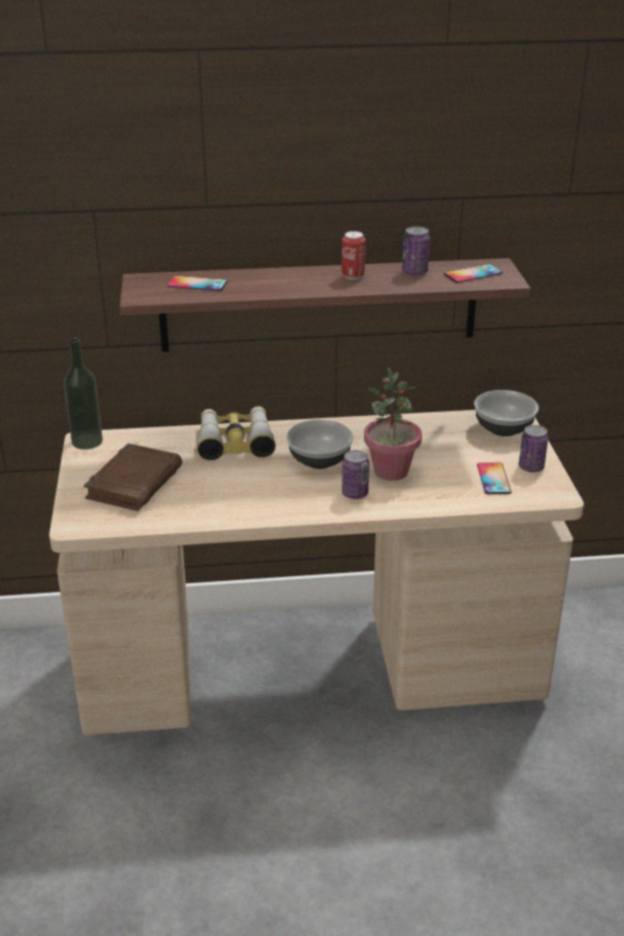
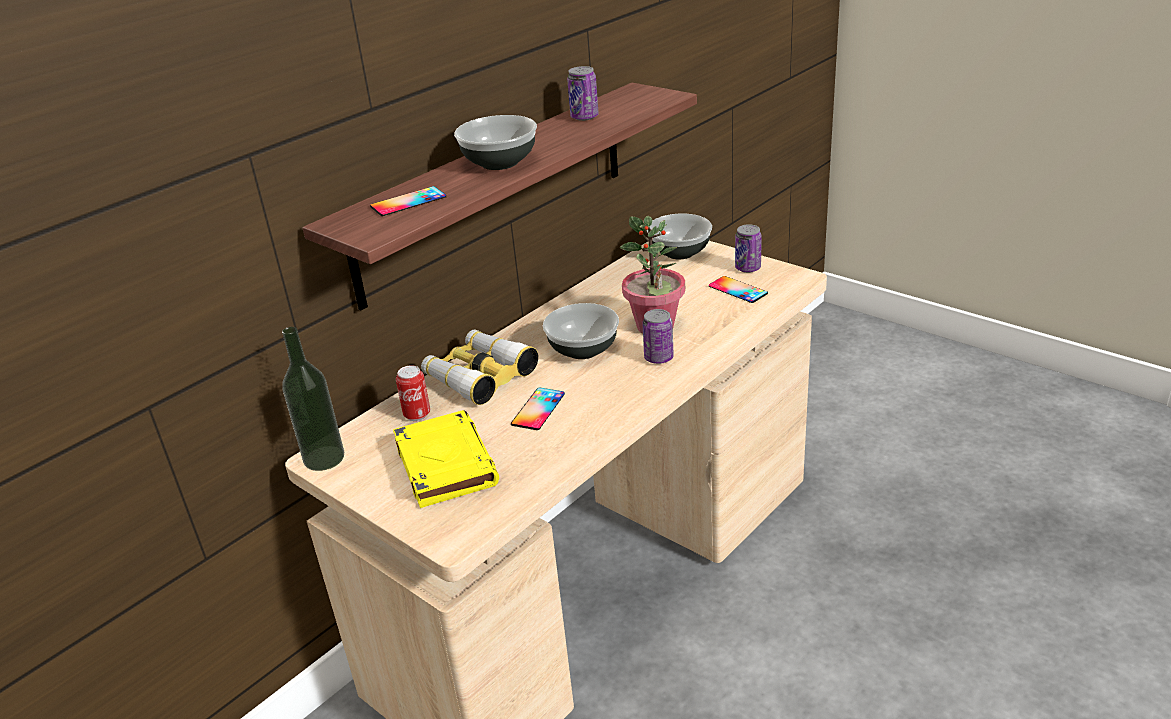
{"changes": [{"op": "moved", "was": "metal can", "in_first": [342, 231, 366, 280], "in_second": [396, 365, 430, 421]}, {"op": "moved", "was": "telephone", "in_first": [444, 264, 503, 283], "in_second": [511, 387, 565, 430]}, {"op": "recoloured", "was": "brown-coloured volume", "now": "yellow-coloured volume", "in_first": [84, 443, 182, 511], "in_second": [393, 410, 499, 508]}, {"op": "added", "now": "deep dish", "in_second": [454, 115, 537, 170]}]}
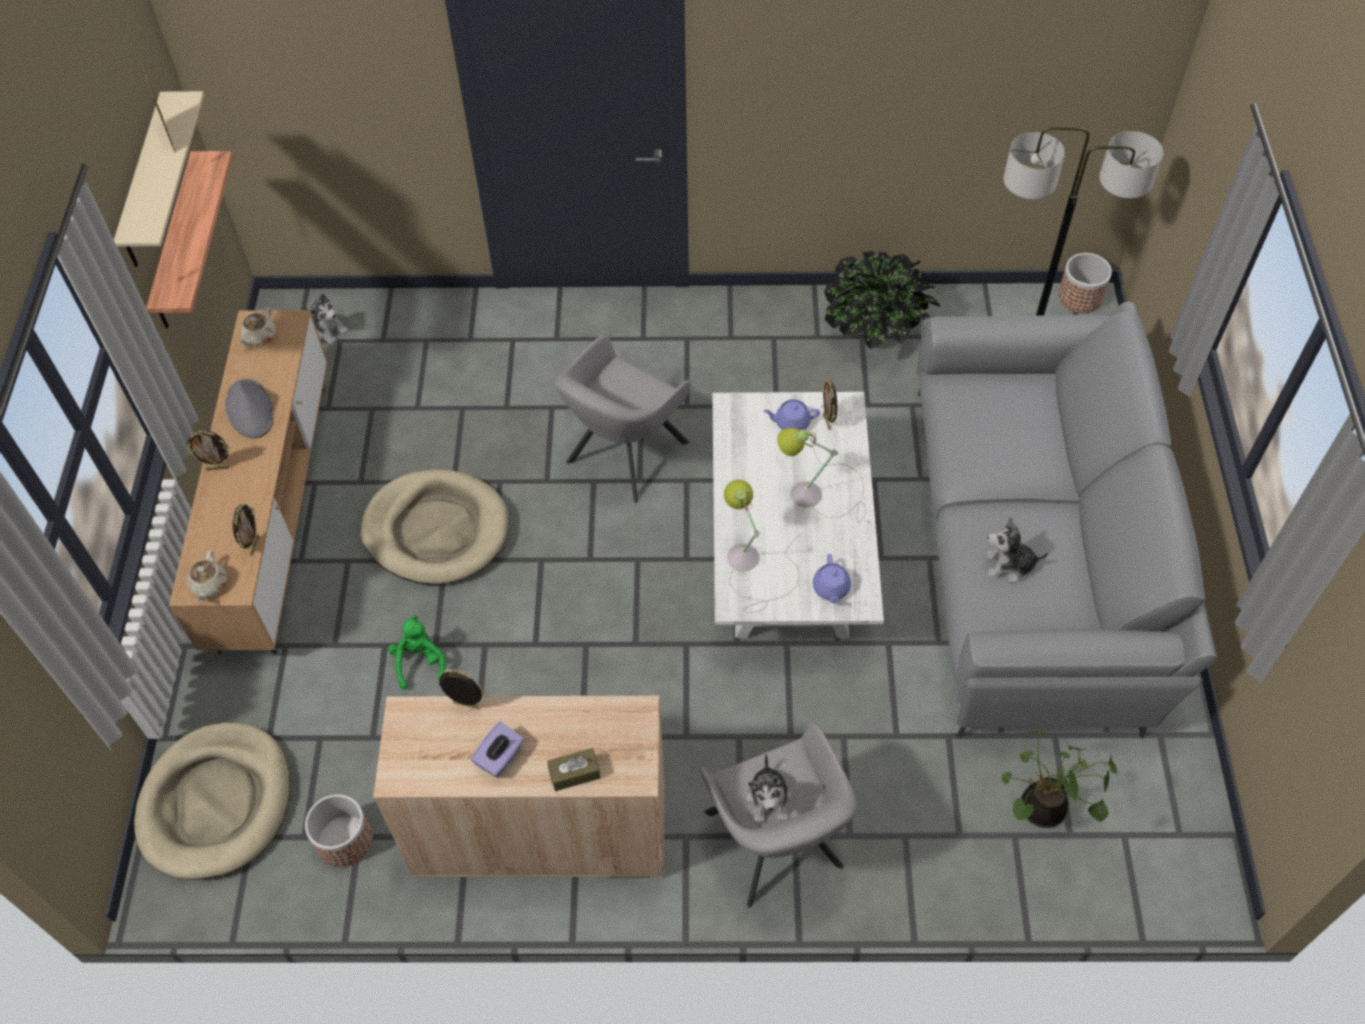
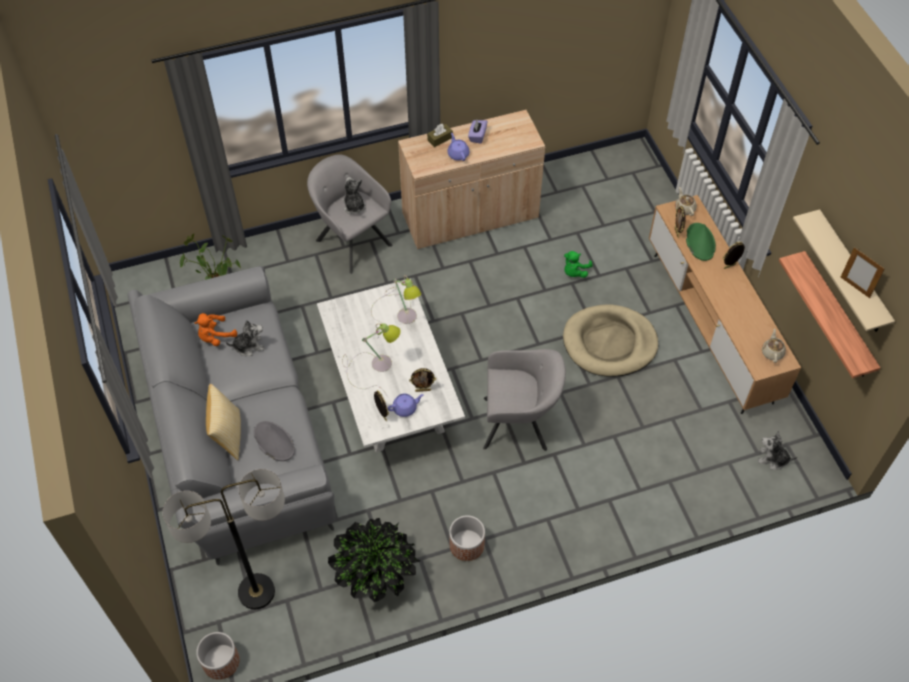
{"changes": [{"op": "turned", "was": "grey easy chair", "in_first": [554, 335, 691, 503], "in_second": [483, 349, 566, 451], "clockwise": 75}, {"op": "moved", "was": "grey hat", "in_first": [225, 378, 273, 438], "in_second": [254, 421, 295, 461]}, {"op": "moved", "was": "purple teapot", "in_first": [813, 554, 851, 604], "in_second": [447, 133, 469, 161]}, {"op": "turned", "was": "green plush toy", "in_first": [388, 615, 446, 690], "in_second": [564, 251, 593, 278], "clockwise": 60}, {"op": "moved", "was": "photo frame", "in_first": [437, 669, 485, 709], "in_second": [409, 368, 436, 392]}, {"op": "removed", "was": "beige pet bed", "in_first": [134, 722, 290, 880]}, {"op": "moved", "was": "flower pot", "in_first": [305, 794, 373, 867], "in_second": [449, 515, 485, 561]}, {"op": "added", "now": "green hat", "in_second": [686, 223, 716, 261]}, {"op": "added", "now": "orange plush toy", "in_second": [195, 313, 237, 346]}, {"op": "added", "now": "pillow", "in_second": [206, 384, 241, 460]}]}
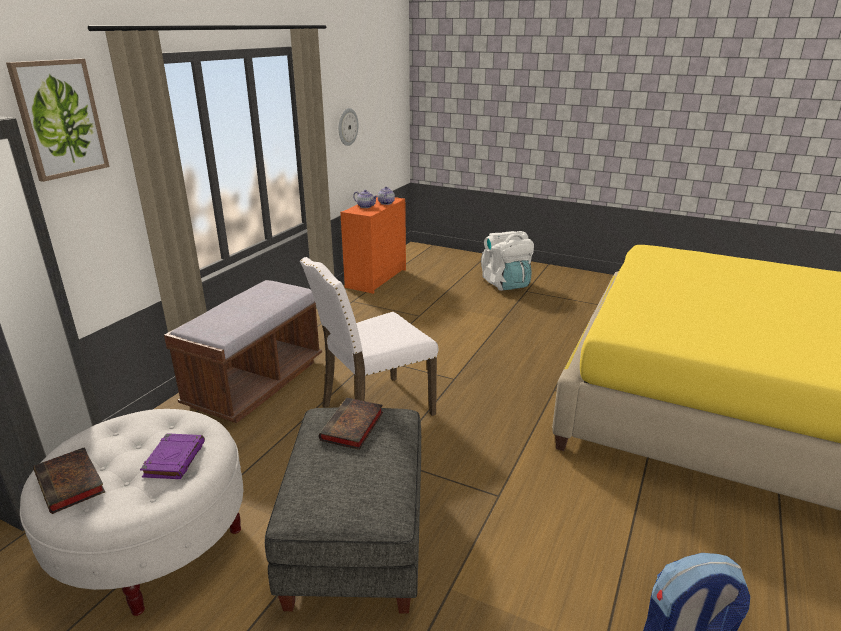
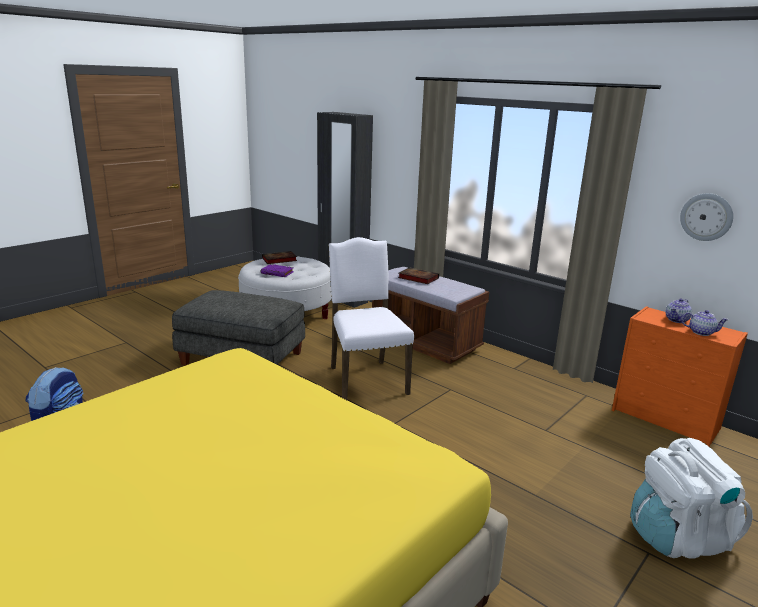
{"changes": [{"op": "removed", "was": "picture", "in_first": [6, 59, 109, 182]}, {"op": "moved", "was": "volume", "in_first": [319, 398, 383, 450], "in_second": [398, 267, 439, 284]}]}
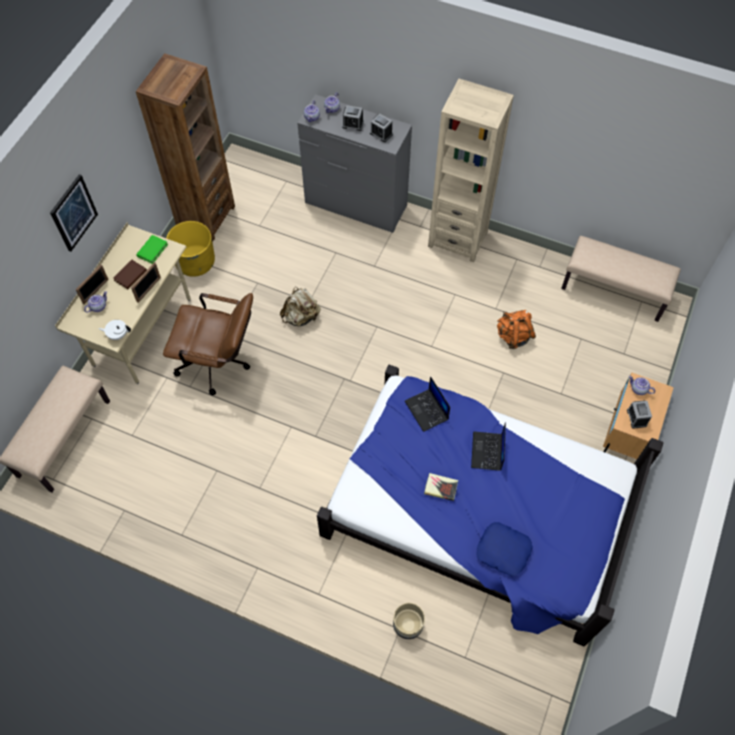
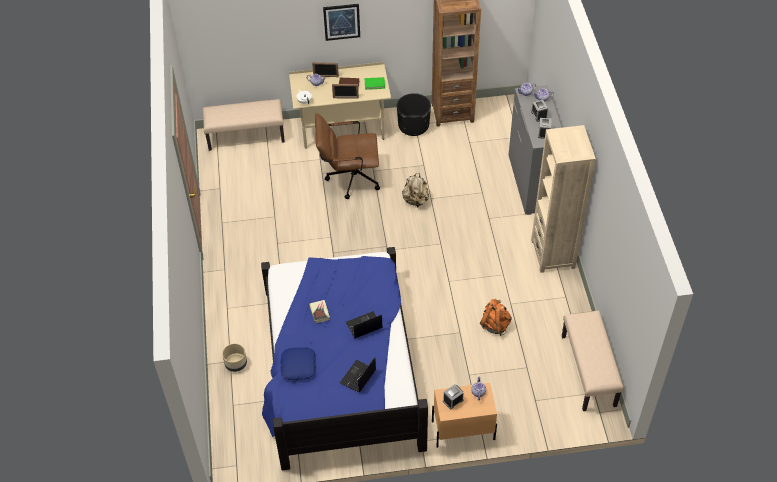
{"changes": [{"op": "recoloured", "was": "yellow-coloured flower pot", "now": "black-coloured flower pot", "in_first": [166, 221, 215, 277], "in_second": [397, 93, 431, 136]}, {"op": "turned", "was": "brown-coloured desk chair", "in_first": [163, 293, 253, 395], "in_second": [315, 113, 380, 199], "clockwise": 105}, {"op": "moved", "was": "laptop", "in_first": [405, 376, 450, 432], "in_second": [340, 357, 376, 393]}]}
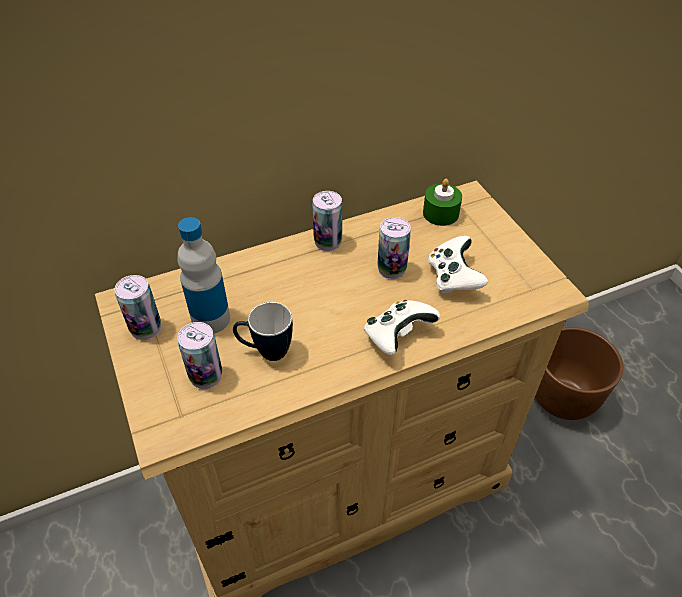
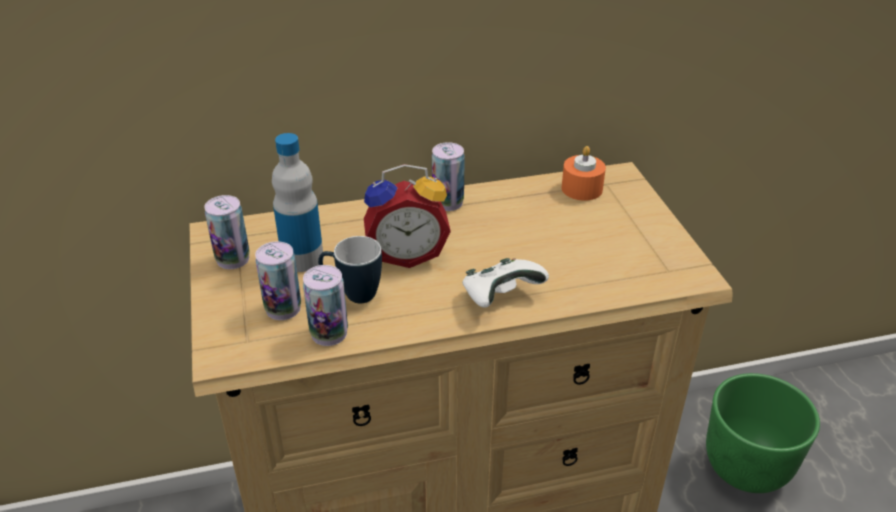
{"changes": [{"op": "recoloured", "was": "green wax light", "now": "orange wax light", "in_first": [423, 179, 462, 226], "in_second": [562, 146, 606, 201]}, {"op": "moved", "was": "metal can", "in_first": [377, 217, 411, 279], "in_second": [303, 265, 348, 346]}, {"op": "removed", "was": "white game controller", "in_first": [428, 236, 488, 294]}, {"op": "recoloured", "was": "brown-coloured flower pot", "now": "green flower pot", "in_first": [535, 327, 623, 420], "in_second": [706, 373, 820, 493]}, {"op": "added", "now": "bedside clock", "in_second": [364, 164, 451, 268]}]}
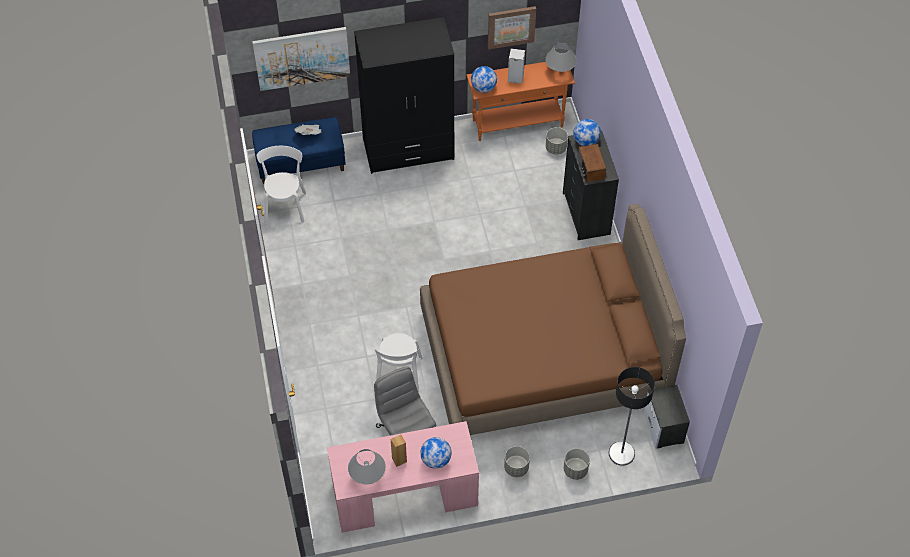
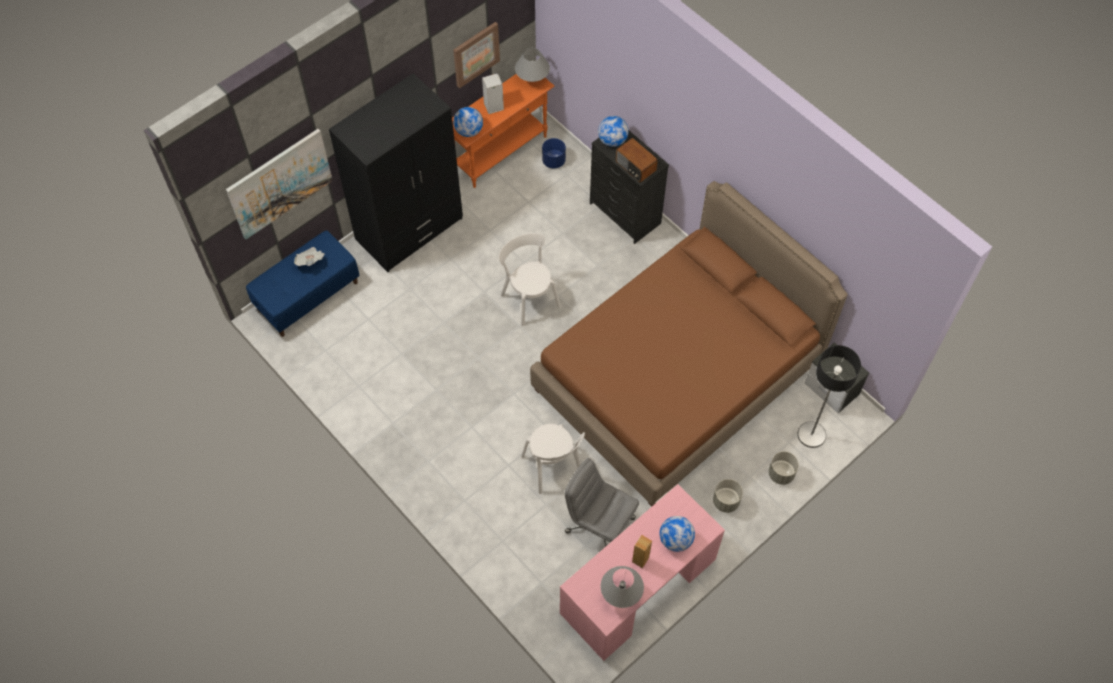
{"changes": [{"op": "recoloured", "was": "grey flower pot", "now": "blue-coloured flower pot", "in_first": [546, 127, 568, 155], "in_second": [542, 138, 566, 169]}, {"op": "moved", "was": "white plain chair", "in_first": [257, 146, 306, 223], "in_second": [499, 233, 560, 326]}]}
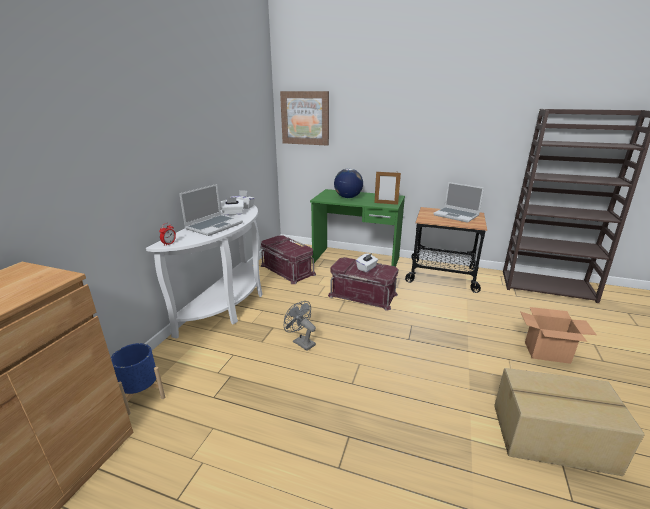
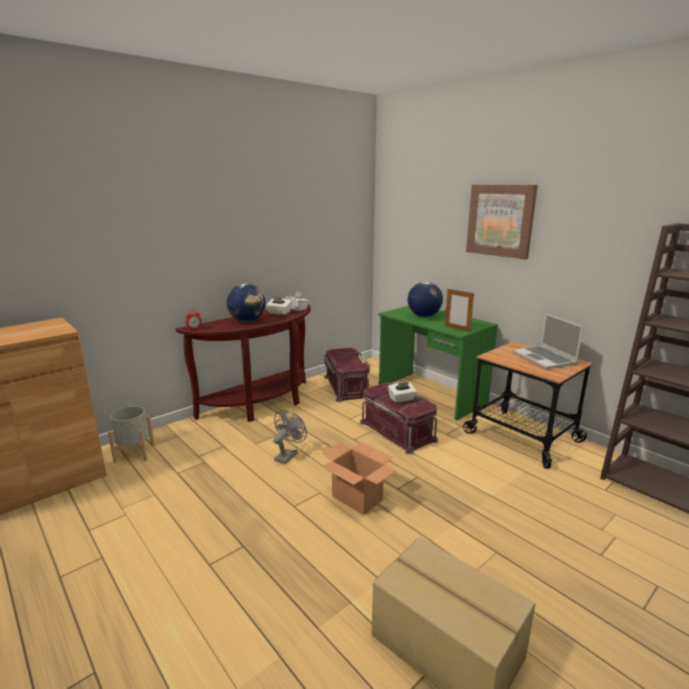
{"changes": [{"op": "moved", "was": "picture", "in_first": [280, 91, 329, 146], "in_second": [466, 185, 538, 259]}, {"op": "replaced", "was": "laptop", "now": "desk globe", "in_first": [179, 184, 243, 236], "in_second": [227, 284, 265, 322]}, {"op": "recoloured", "was": "white narrow table", "now": "brown-coloured narrow table", "in_first": [146, 205, 263, 339], "in_second": [176, 304, 311, 422]}, {"op": "turned", "was": "grey electric fan", "in_first": [284, 301, 316, 351], "in_second": [273, 410, 307, 464], "clockwise": 45}, {"op": "moved", "was": "packing box", "in_first": [520, 307, 597, 364], "in_second": [321, 442, 396, 515]}, {"op": "recoloured", "was": "blue-coloured flower pot", "now": "grey flower pot", "in_first": [111, 343, 165, 415], "in_second": [108, 406, 154, 463]}]}
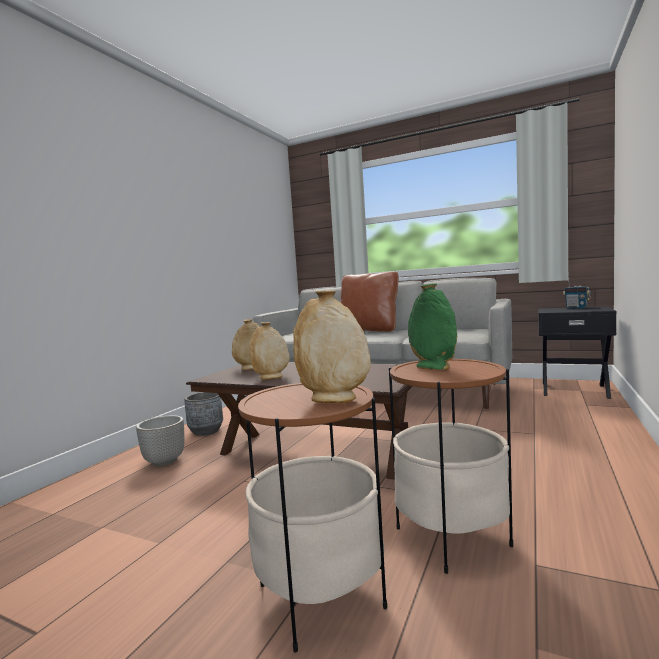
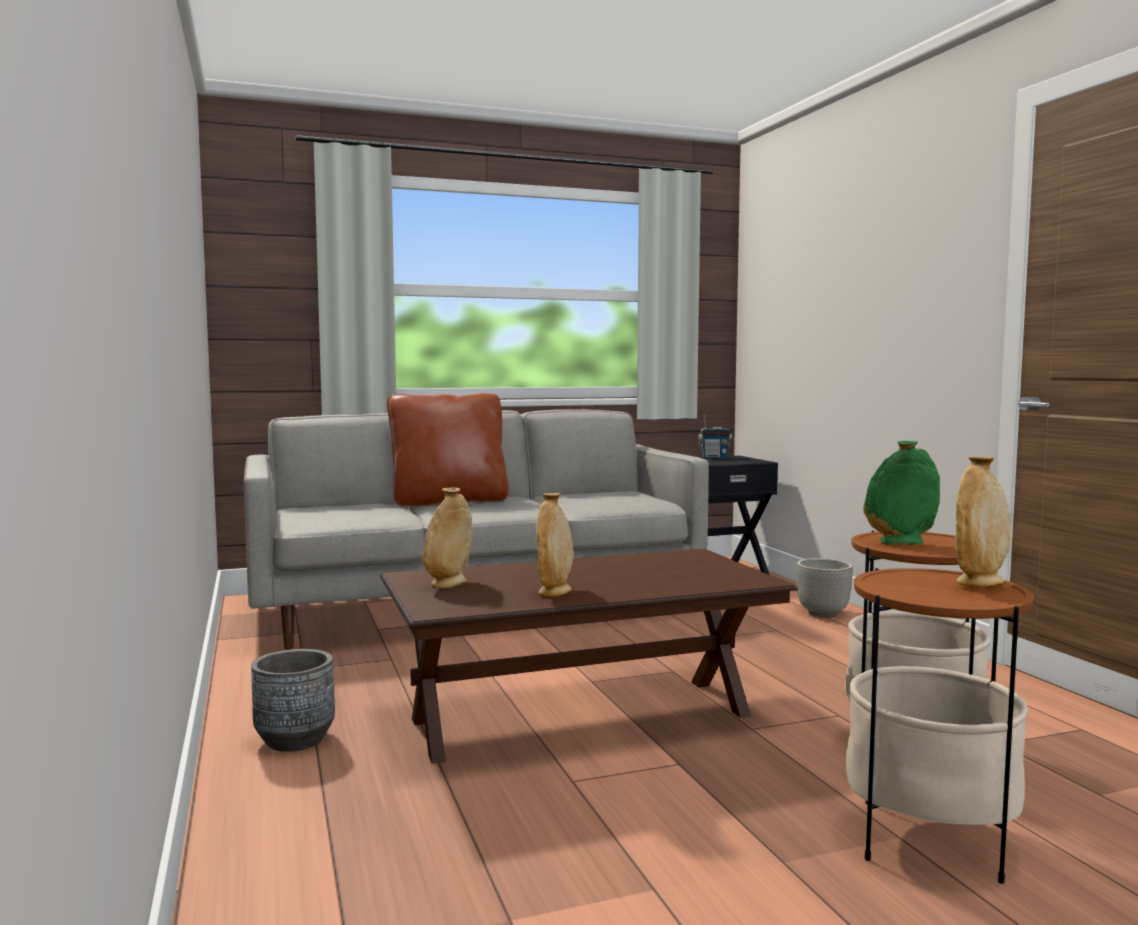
{"changes": [{"op": "moved", "was": "flower pot", "in_first": [136, 415, 184, 466], "in_second": [796, 558, 853, 617]}]}
